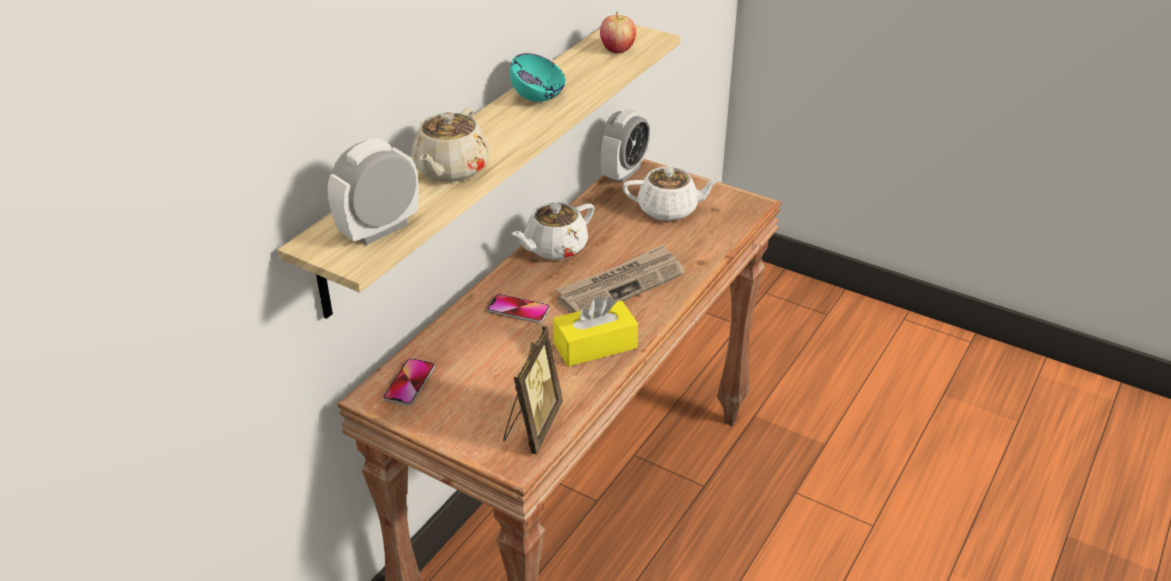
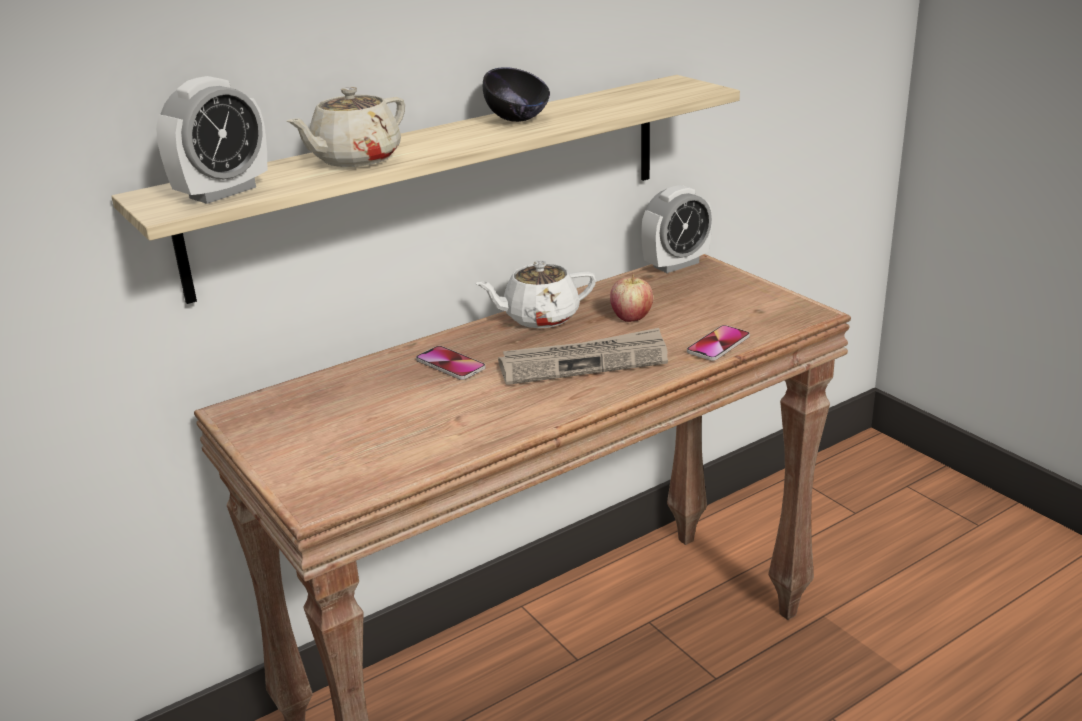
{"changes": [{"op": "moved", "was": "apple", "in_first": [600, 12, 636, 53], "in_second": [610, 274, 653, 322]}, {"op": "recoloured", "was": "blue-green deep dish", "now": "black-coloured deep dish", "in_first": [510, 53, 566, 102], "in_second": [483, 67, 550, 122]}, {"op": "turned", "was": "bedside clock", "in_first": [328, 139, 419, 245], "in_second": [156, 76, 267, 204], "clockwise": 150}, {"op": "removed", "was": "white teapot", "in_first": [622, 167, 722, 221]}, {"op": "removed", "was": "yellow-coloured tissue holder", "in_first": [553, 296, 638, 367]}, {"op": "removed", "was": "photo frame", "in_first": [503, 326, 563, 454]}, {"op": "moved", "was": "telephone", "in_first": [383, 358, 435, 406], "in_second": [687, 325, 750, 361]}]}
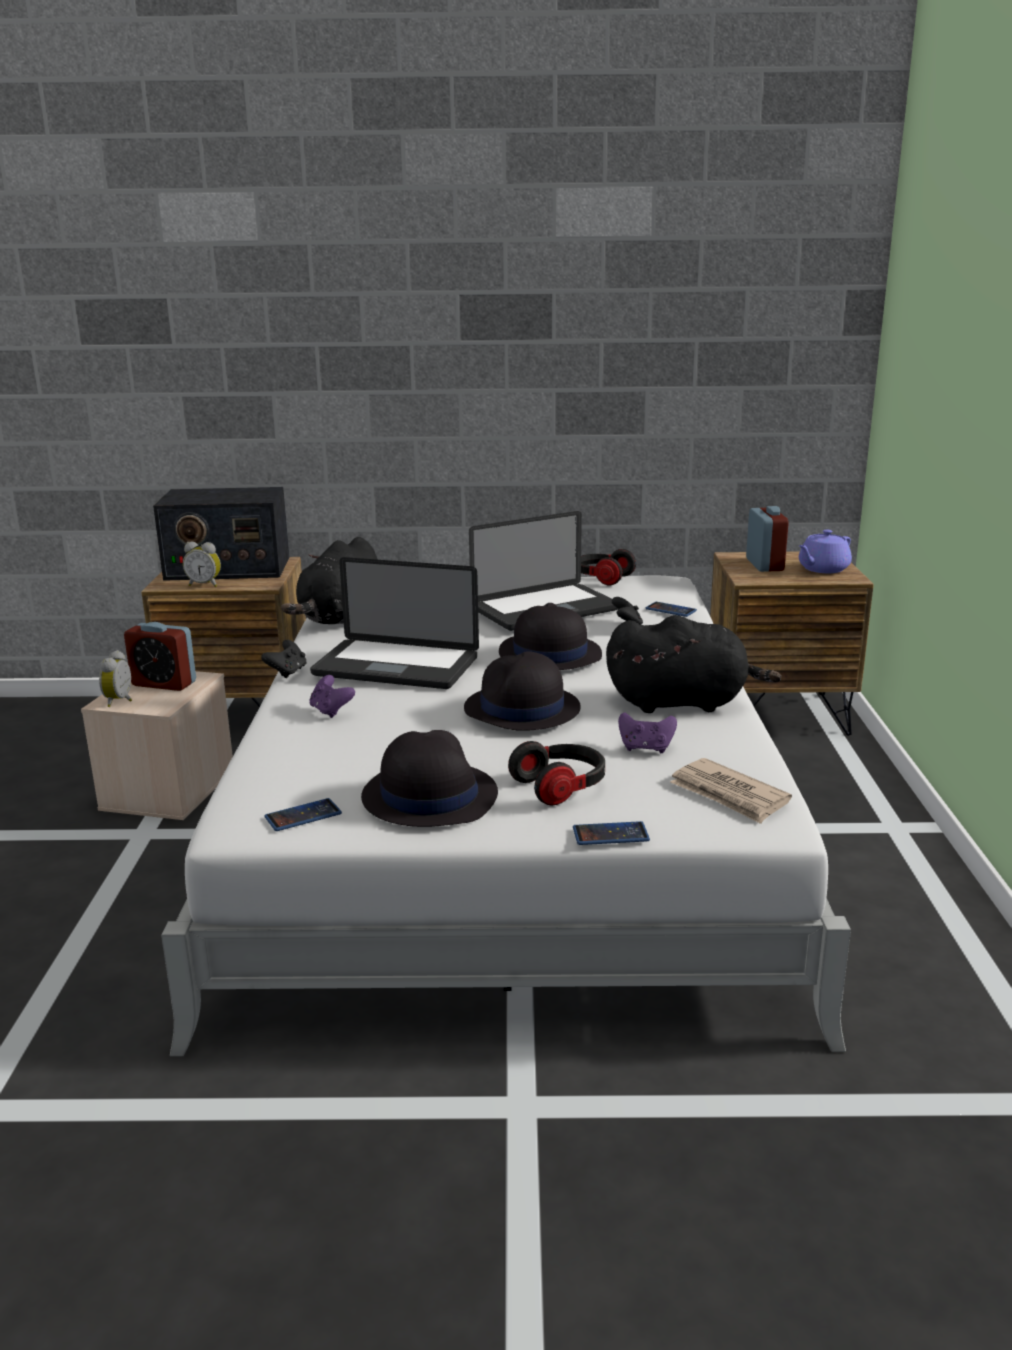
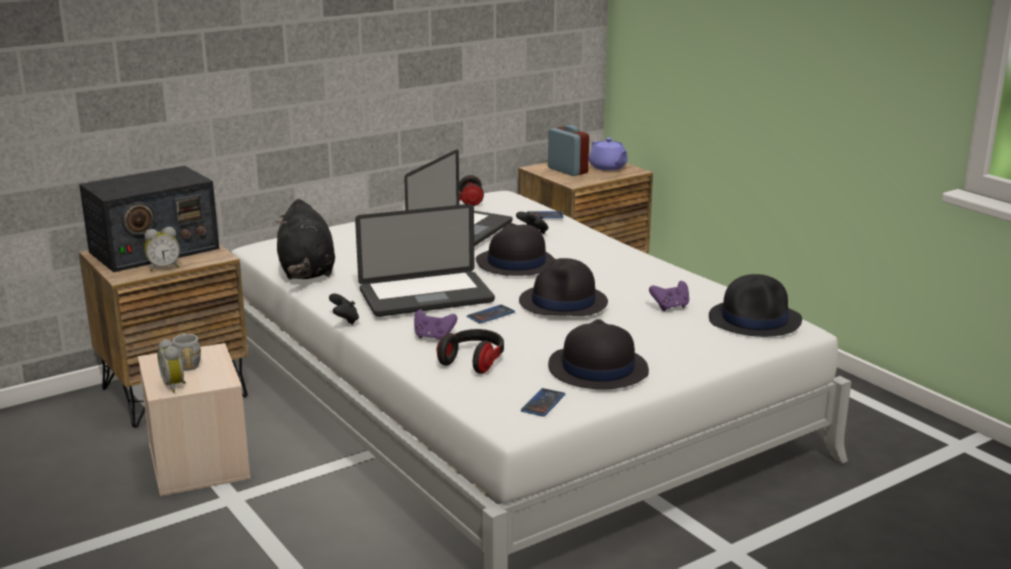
{"changes": [{"op": "turned", "was": "purple teapot", "in_first": [799, 530, 852, 573], "in_second": [589, 137, 628, 171], "clockwise": -45}, {"op": "removed", "was": "black-coloured plush toy", "in_first": [606, 615, 781, 713]}, {"op": "replaced", "was": "bedside clock", "now": "grey coffee mug", "in_first": [124, 622, 196, 691], "in_second": [173, 333, 201, 371]}, {"op": "moved", "was": "headset", "in_first": [508, 741, 605, 806], "in_second": [437, 329, 504, 374]}, {"op": "replaced", "was": "printed paper", "now": "black-coloured hat", "in_first": [670, 758, 792, 824], "in_second": [709, 274, 802, 337]}, {"op": "moved", "was": "telephone", "in_first": [573, 821, 650, 845], "in_second": [467, 304, 515, 324]}]}
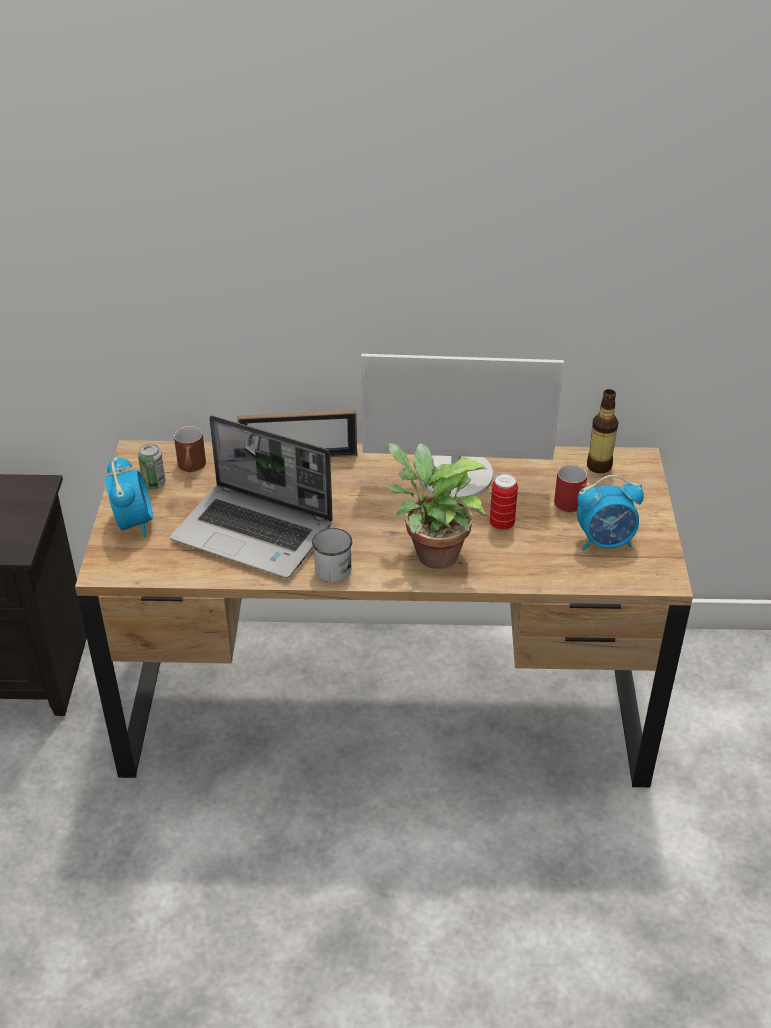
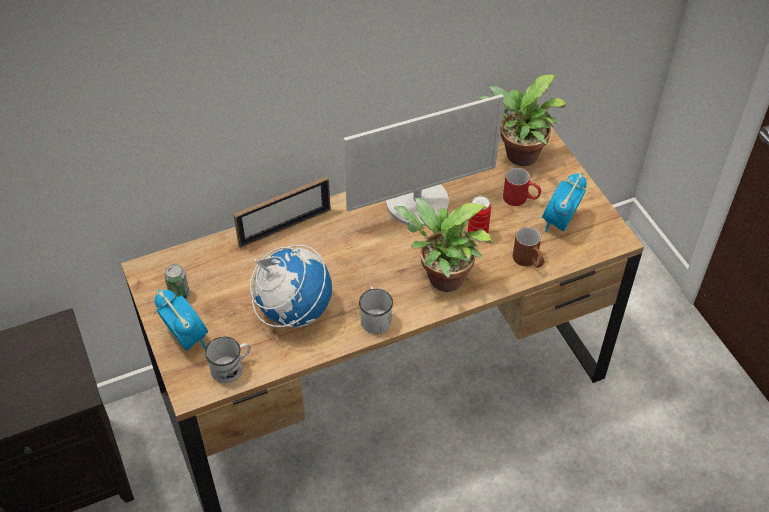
{"changes": [{"op": "replaced", "was": "drink bottle", "now": "potted plant", "in_first": [587, 389, 618, 473], "in_second": [477, 74, 566, 166]}, {"op": "replaced", "was": "laptop", "now": "desk globe", "in_first": [170, 415, 333, 578], "in_second": [250, 245, 332, 328]}, {"op": "moved", "was": "brown-coloured coffee mug", "in_first": [174, 426, 206, 472], "in_second": [513, 227, 544, 268]}, {"op": "turned", "was": "bedside clock", "in_first": [577, 475, 644, 551], "in_second": [542, 173, 587, 232], "clockwise": 150}, {"op": "added", "now": "white coffee mug", "in_second": [205, 336, 251, 383]}]}
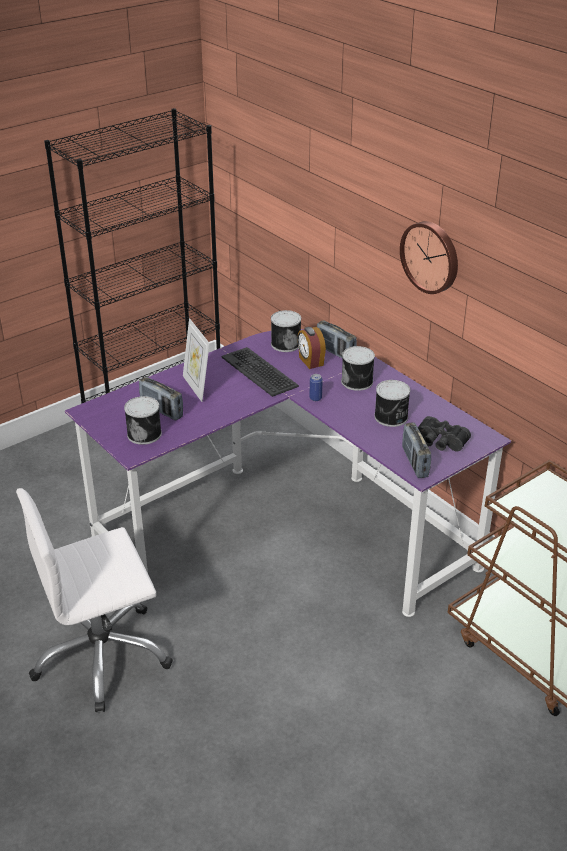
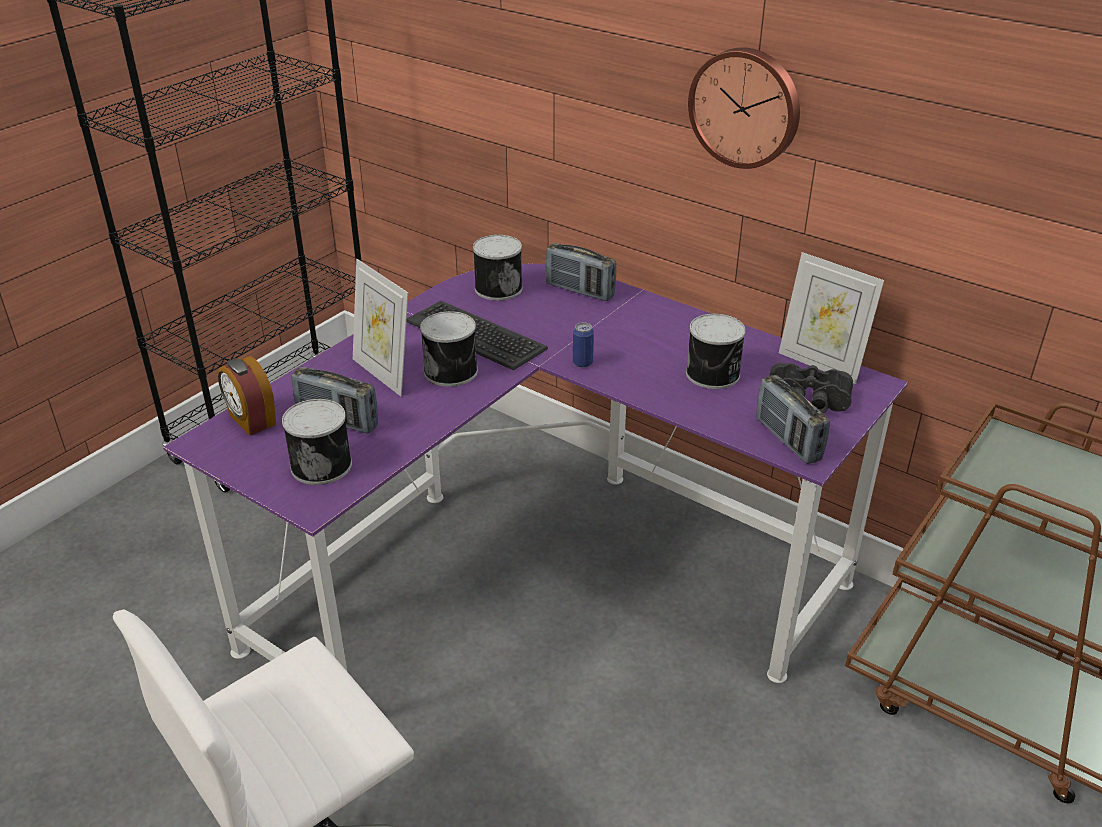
{"changes": [{"op": "moved", "was": "bedside clock", "in_first": [297, 327, 326, 369], "in_second": [218, 356, 276, 436]}, {"op": "moved", "was": "metal can", "in_first": [341, 346, 375, 391], "in_second": [420, 311, 478, 387]}, {"op": "added", "now": "photo frame", "in_second": [779, 252, 884, 384]}]}
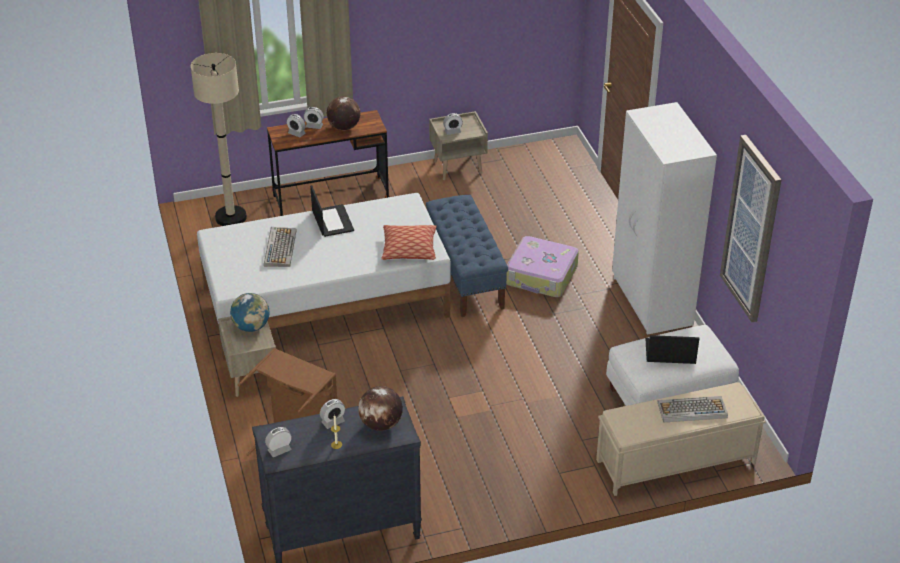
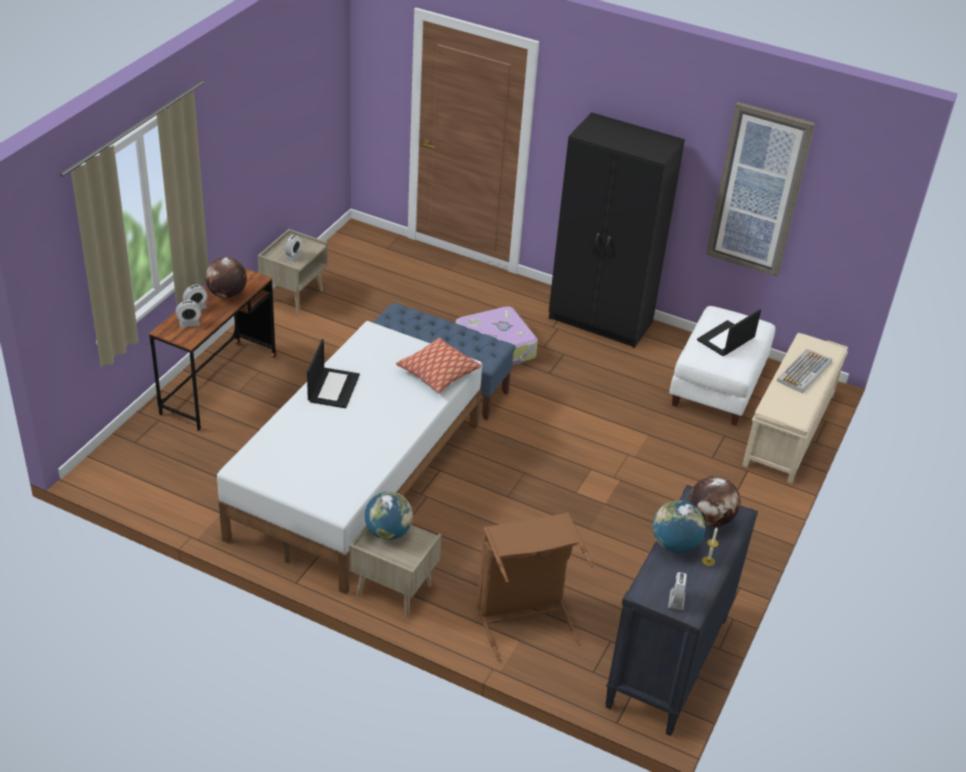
{"changes": [{"op": "removed", "was": "beige standing lamp", "in_first": [191, 53, 247, 226]}, {"op": "recoloured", "was": "white clothes cupboard", "now": "black-coloured clothes cupboard", "in_first": [612, 102, 717, 335], "in_second": [549, 112, 685, 348]}, {"op": "turned", "was": "laptop", "in_first": [310, 185, 354, 237], "in_second": [307, 339, 360, 408], "clockwise": 75}, {"op": "removed", "was": "PC keyboard", "in_first": [264, 227, 297, 267]}, {"op": "replaced", "was": "bedside clock", "now": "desk globe", "in_first": [320, 399, 345, 429], "in_second": [653, 500, 706, 553]}]}
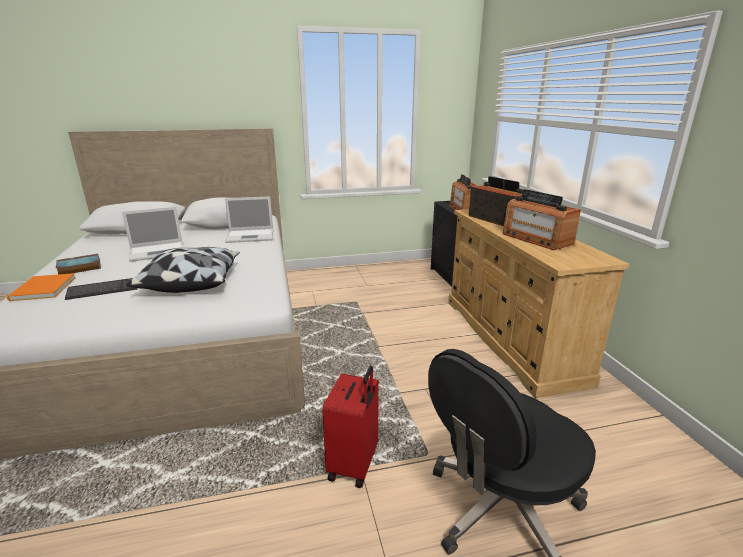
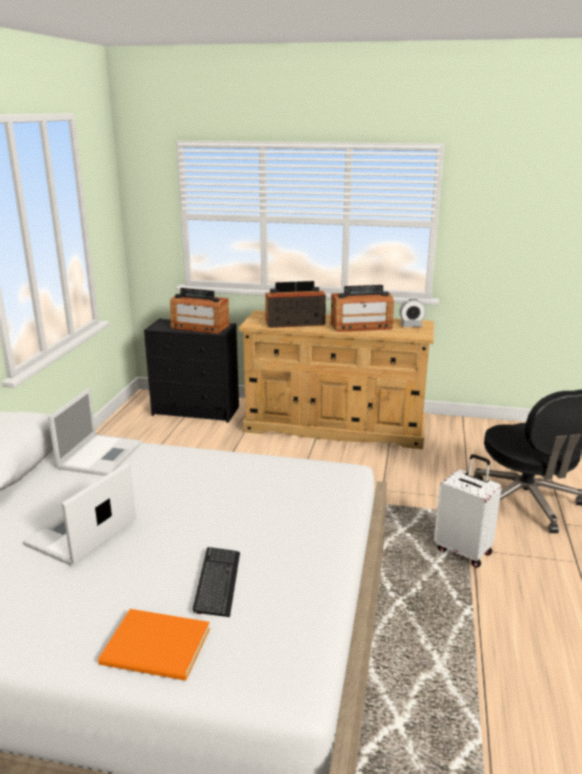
{"changes": [{"op": "turned", "was": "laptop", "in_first": [122, 207, 184, 262], "in_second": [23, 462, 136, 566], "clockwise": -150}, {"op": "removed", "was": "pillow", "in_first": [126, 247, 240, 293]}, {"op": "removed", "was": "volume", "in_first": [56, 254, 101, 274]}, {"op": "recoloured", "was": "red-coloured piece of luggage", "now": "white piece of luggage", "in_first": [322, 366, 379, 488], "in_second": [434, 454, 502, 568]}, {"op": "added", "now": "bedside clock", "in_second": [400, 299, 426, 327]}]}
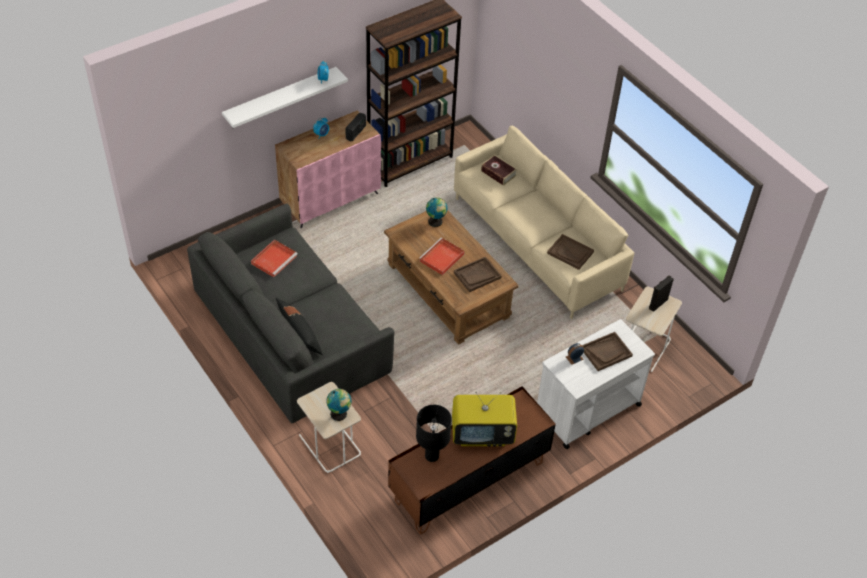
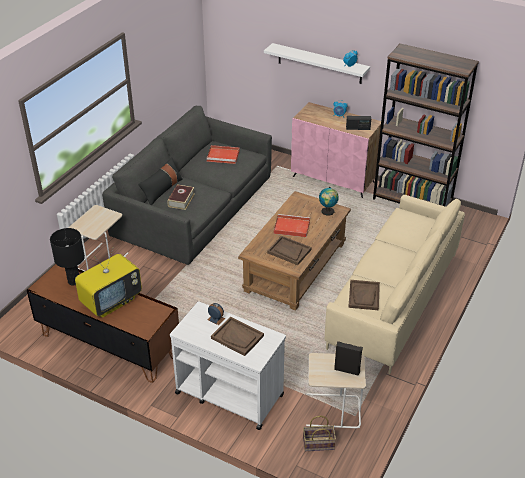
{"changes": [{"op": "moved", "was": "volume", "in_first": [481, 155, 517, 186], "in_second": [167, 184, 195, 210]}, {"op": "removed", "was": "desk globe", "in_first": [327, 389, 351, 421]}, {"op": "turned", "was": "television", "in_first": [452, 392, 517, 447], "in_second": [75, 247, 142, 318], "clockwise": -105}, {"op": "added", "now": "storage basket", "in_second": [303, 416, 336, 451]}]}
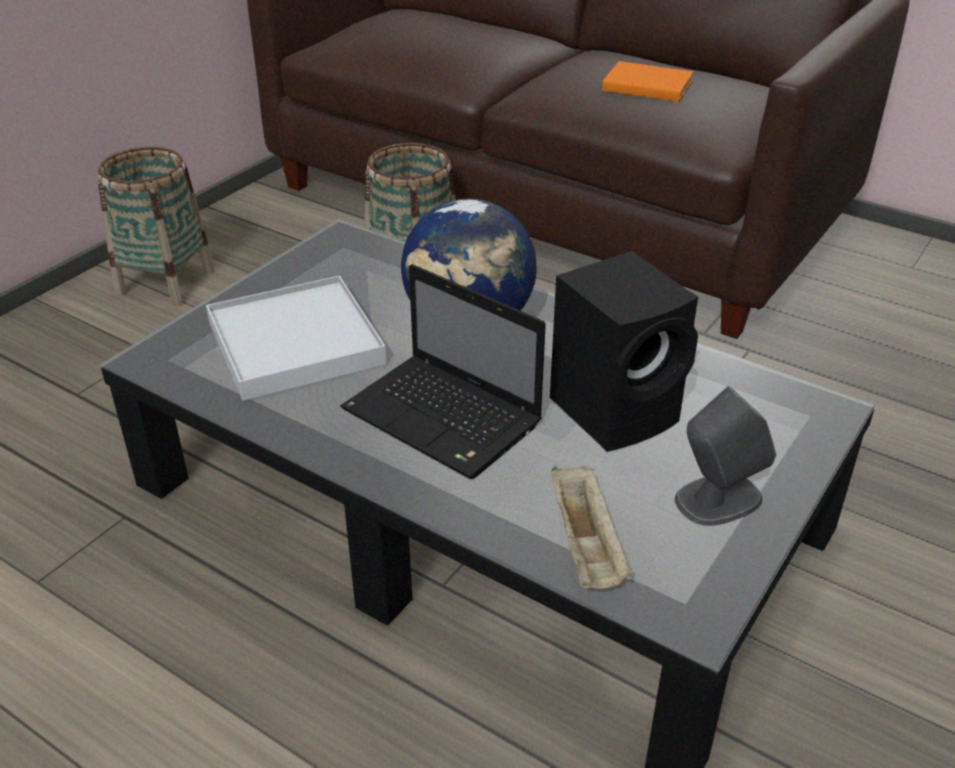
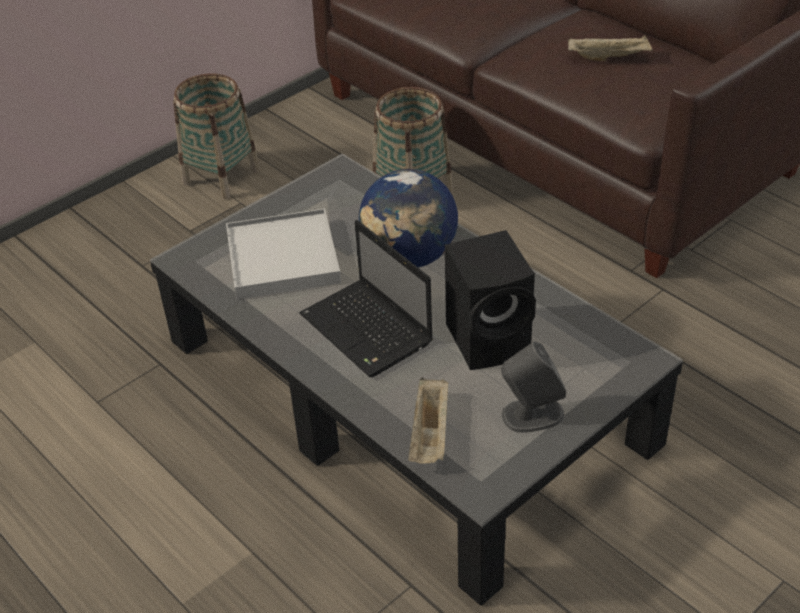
{"changes": [{"op": "replaced", "was": "orange volume", "now": "beige tray", "in_first": [602, 61, 694, 102], "in_second": [568, 35, 653, 61]}]}
